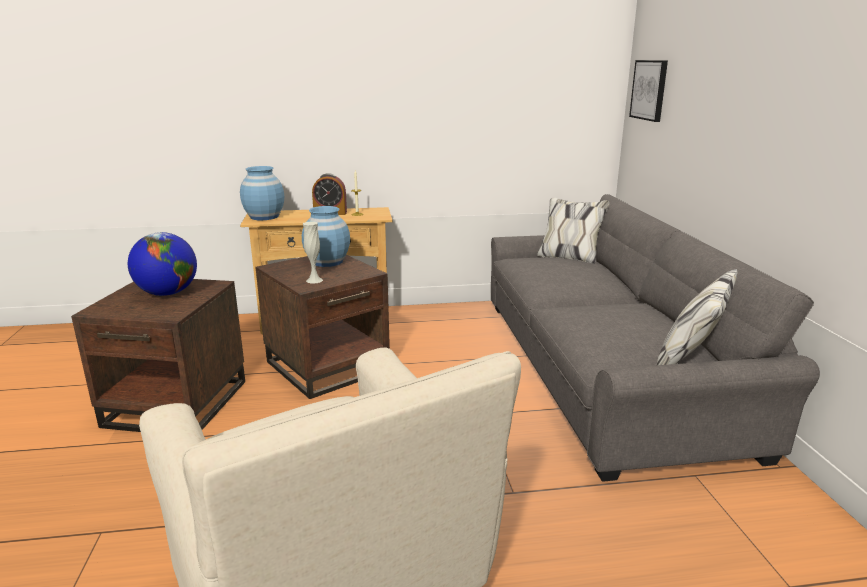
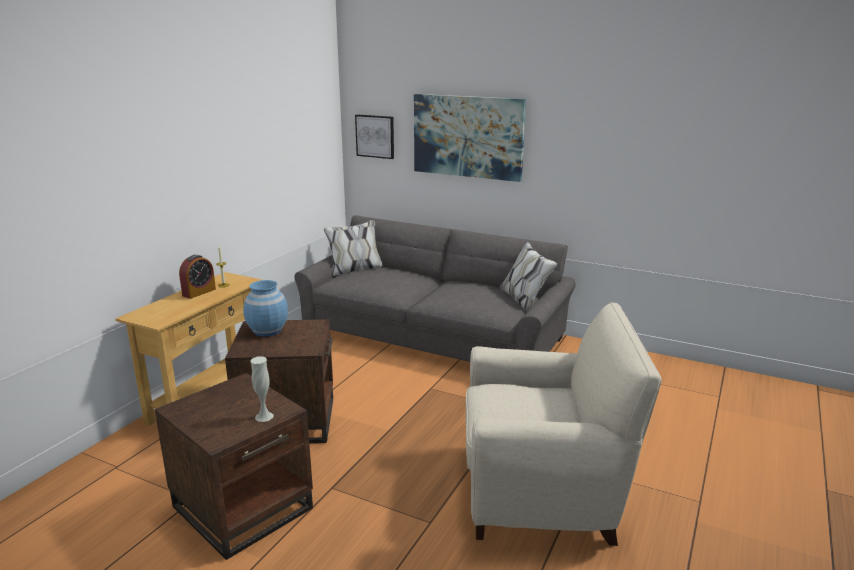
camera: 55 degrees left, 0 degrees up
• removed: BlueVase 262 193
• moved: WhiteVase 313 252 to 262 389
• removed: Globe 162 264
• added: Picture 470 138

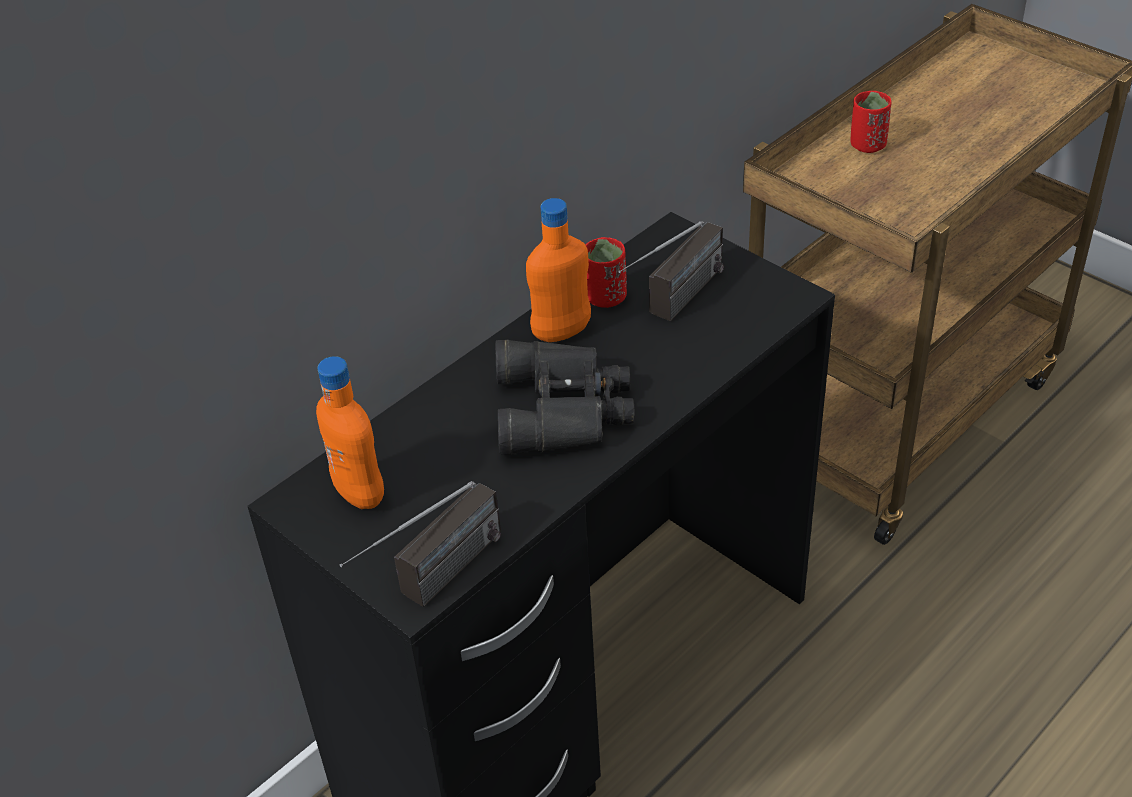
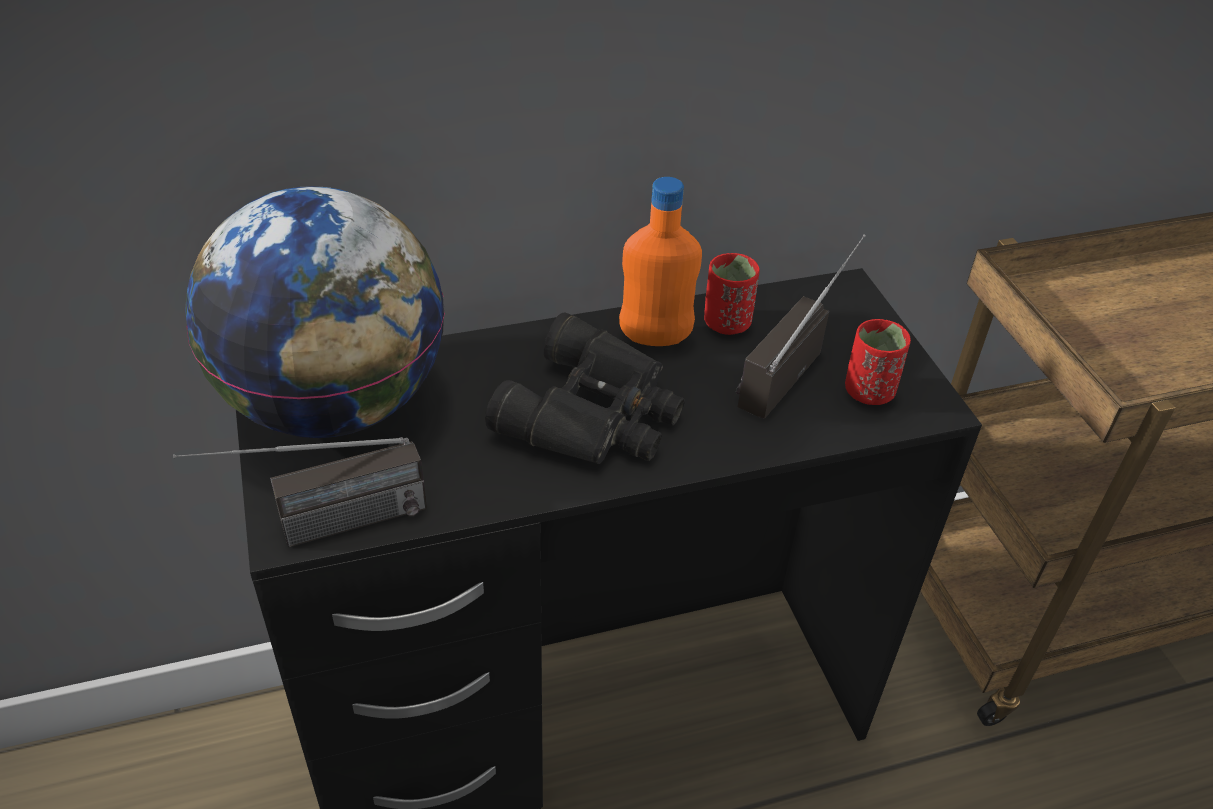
camera: 25 degrees right, 0 degrees up
• moved: RedCup 871 122 to 878 362
• turned: Radio 671 271 = 801 326 150 degrees clockwise
• replaced: OrangeBottle 350 432 to Globe 315 312

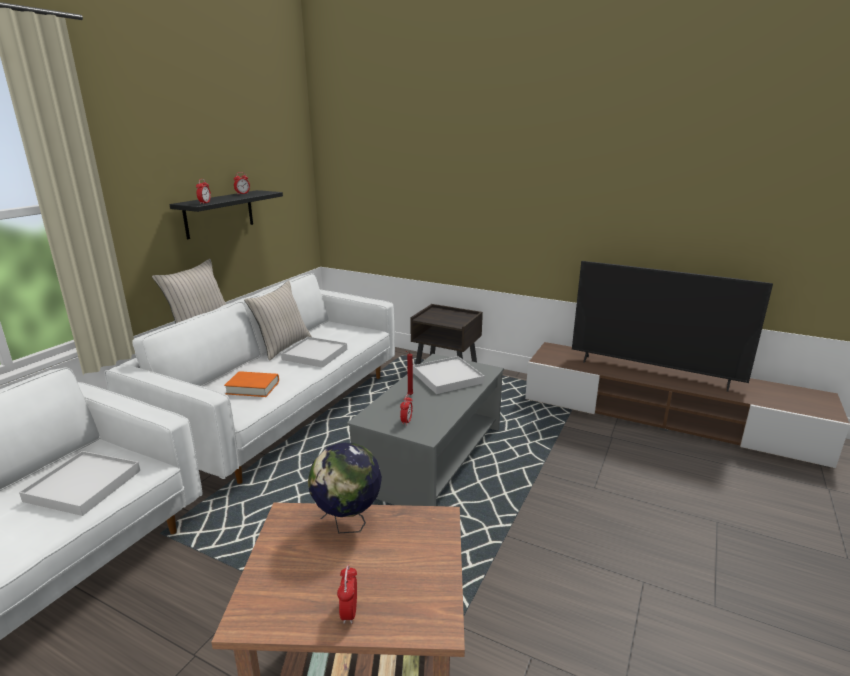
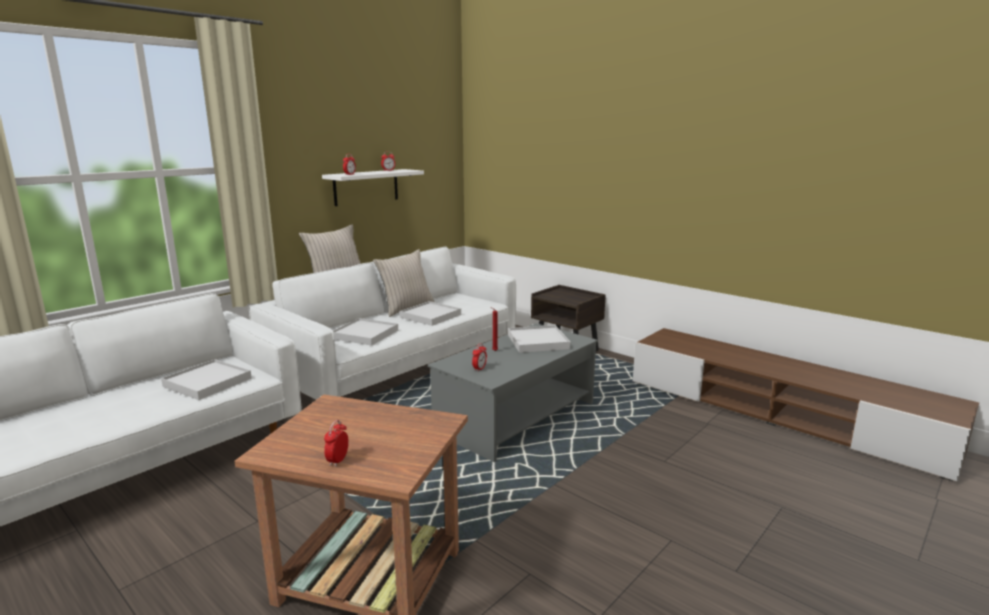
camera: 15 degrees right, 5 degrees down
• recoloured: BlackShelf 226 214 to WhiteShelf 373 187
• removed: Television 672 326
• replaced: OrangeBook 251 384 to WhiteTray 365 332
• removed: Globe 345 488

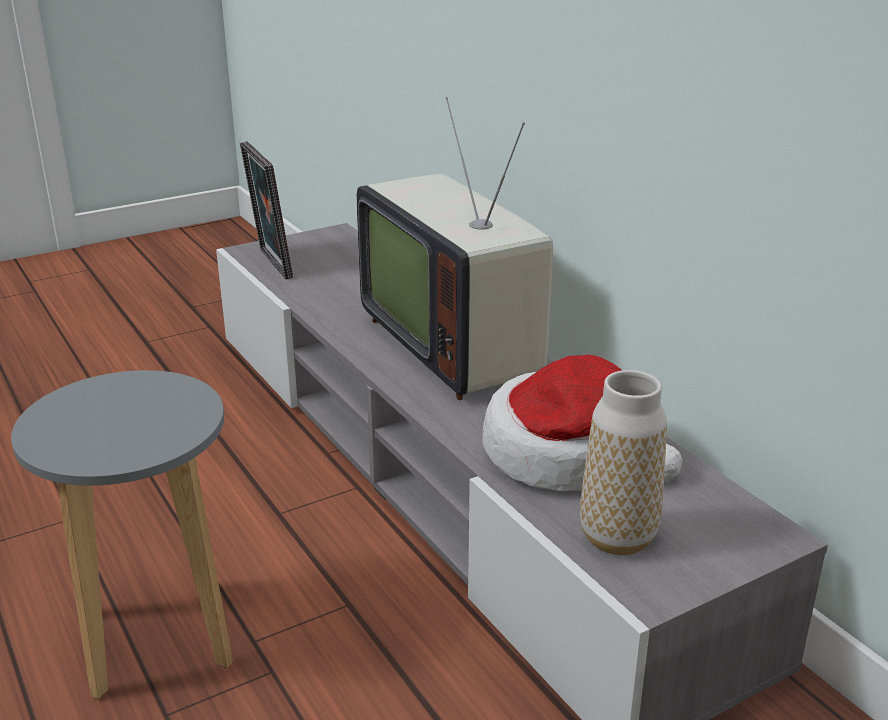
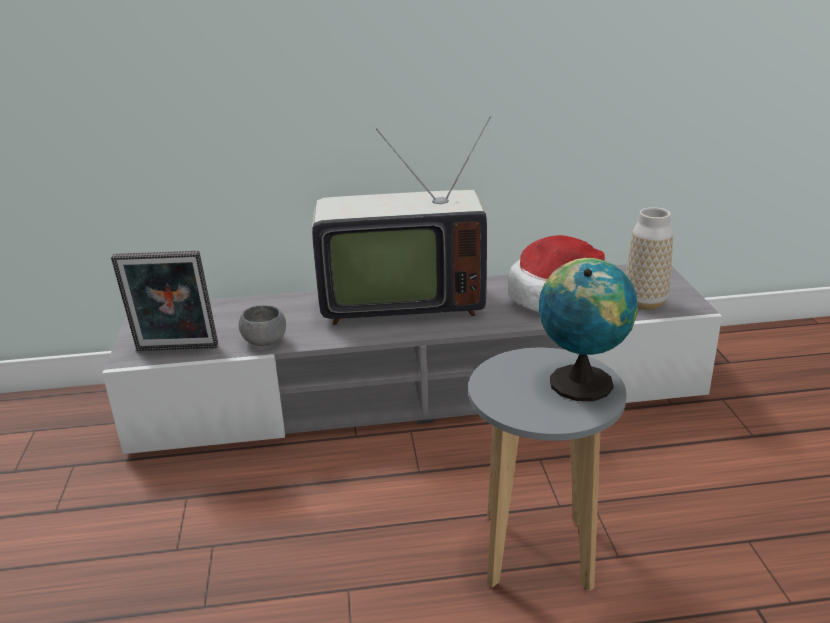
camera: 65 degrees left, 0 degrees up
• added: Globe 588 329
• added: GreyBowl 262 325

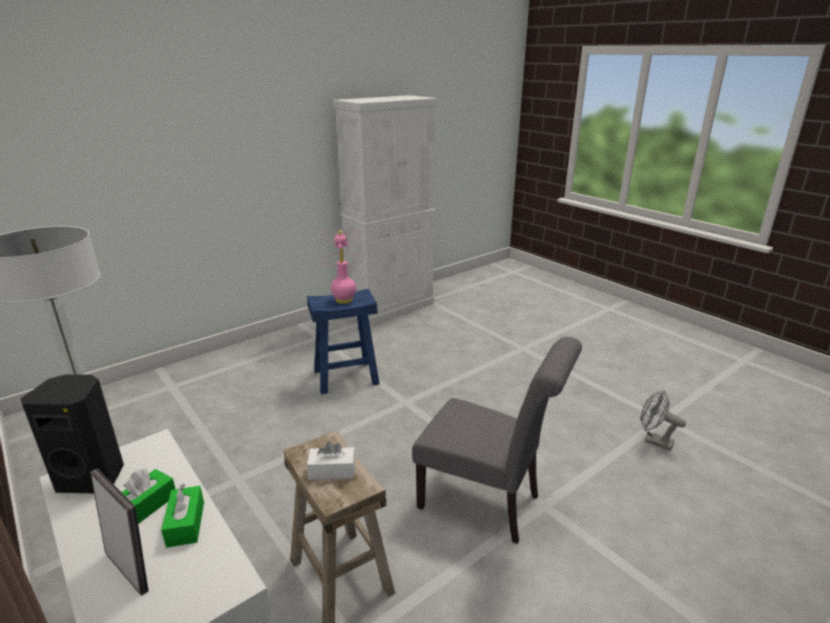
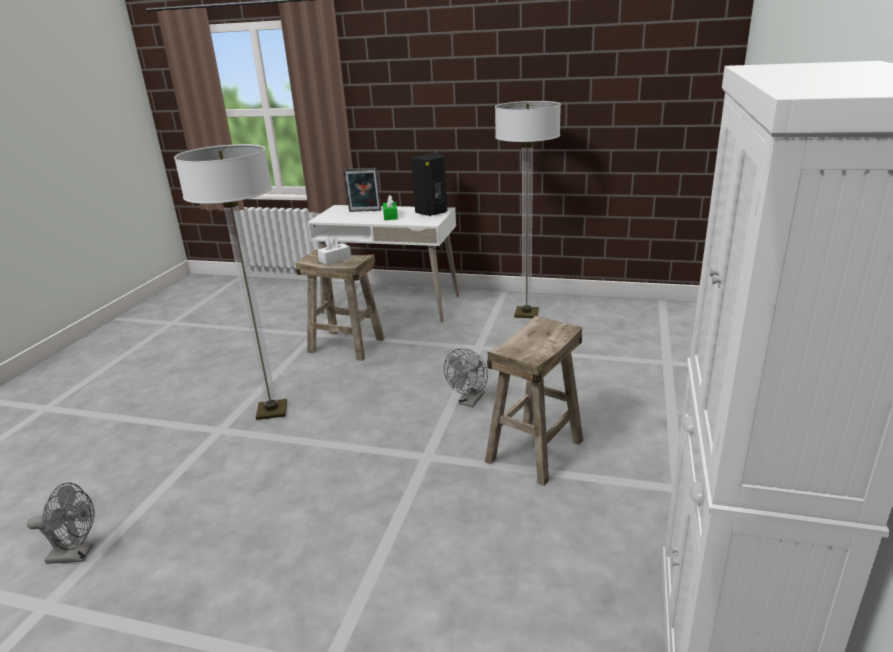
camera: 145 degrees right, 0 degrees up
• removed: PinkTableLamp 340 266
• recoloured: BlueStool 343 341 to BeigeStool 534 401
• replaced: GreyChair 497 440 to FloorLamp 230 282
• removed: GreenTissueBox 182 516
• added: GreyFan 466 377

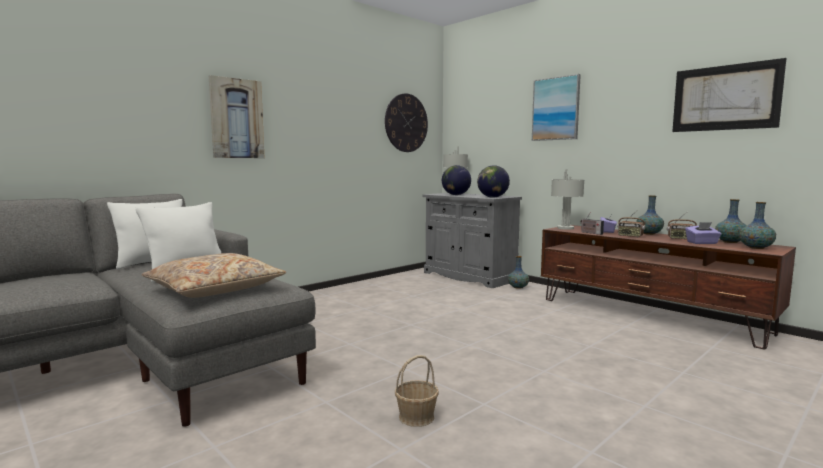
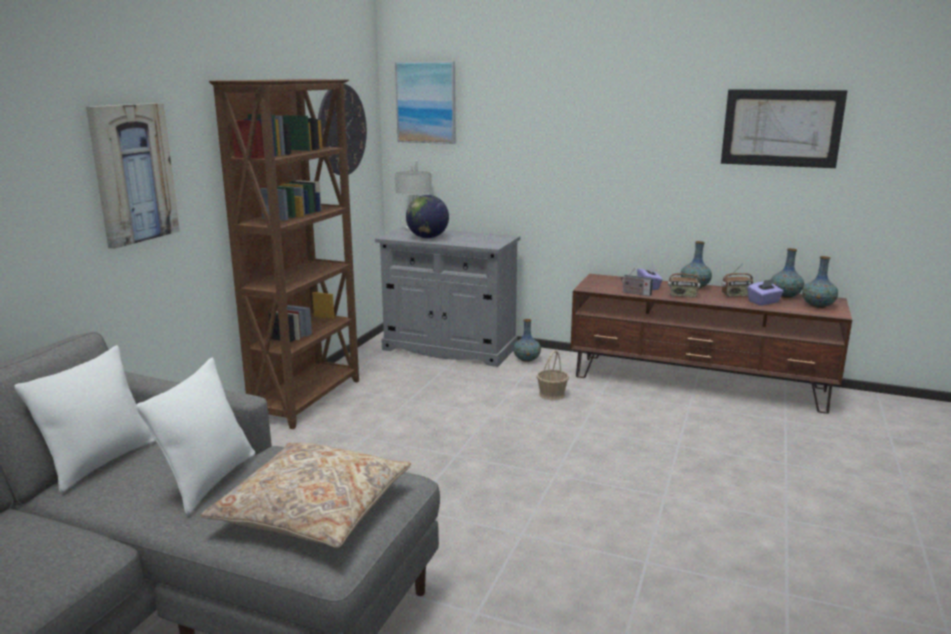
camera: 25 degrees left, 10 degrees up
• moved: Picture 556 107 to 425 103
• removed: Globe 493 181
• removed: GreyTableLamp 567 199
• moved: Basket 417 391 to 553 375
• added: BrownBookcase 284 254

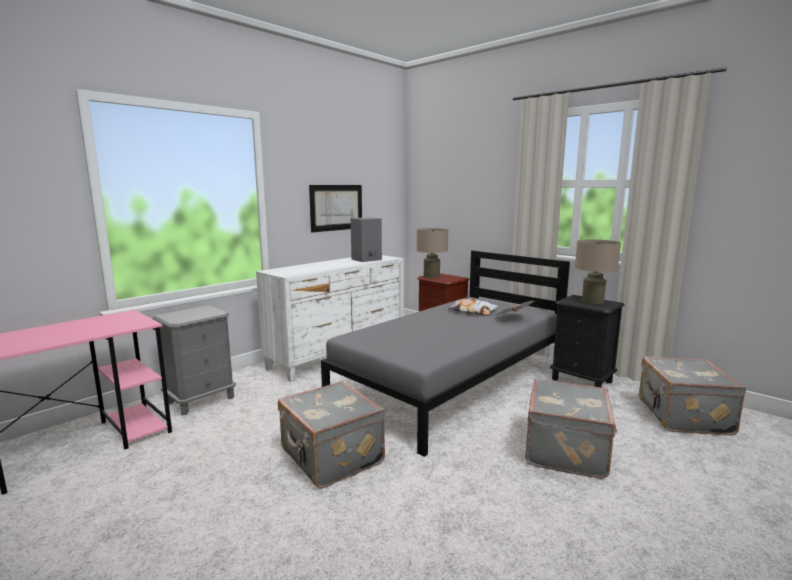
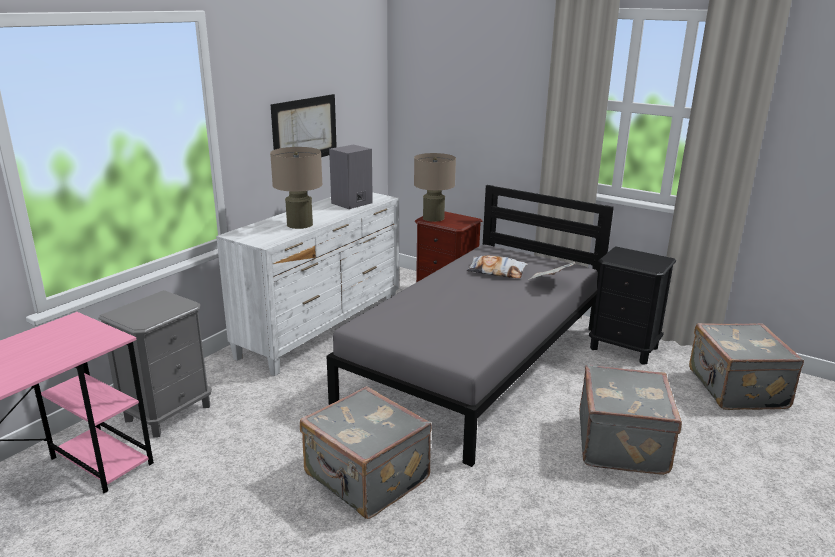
camera: 10 degrees left, 10 degrees up
• moved: BeigeTableLamp 598 272 to 296 188

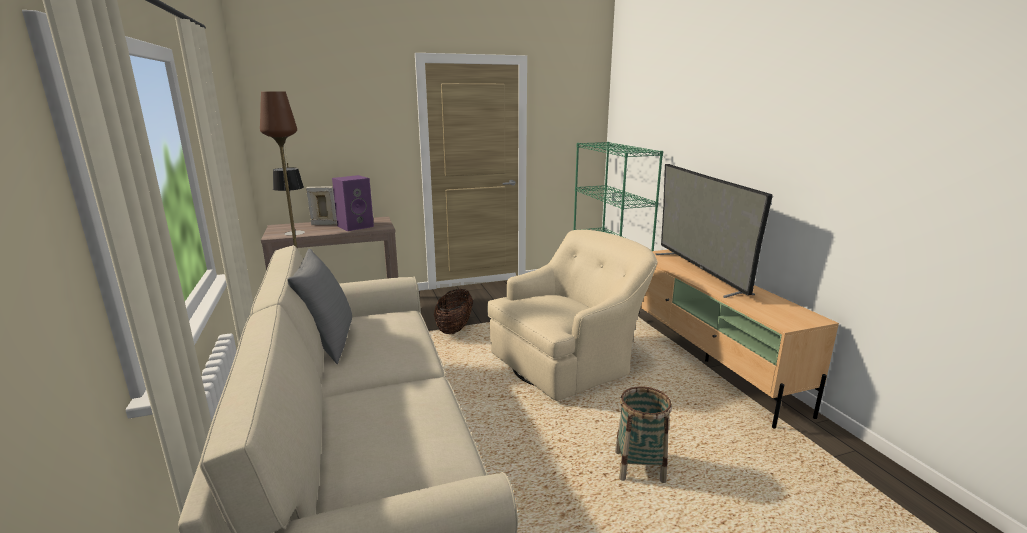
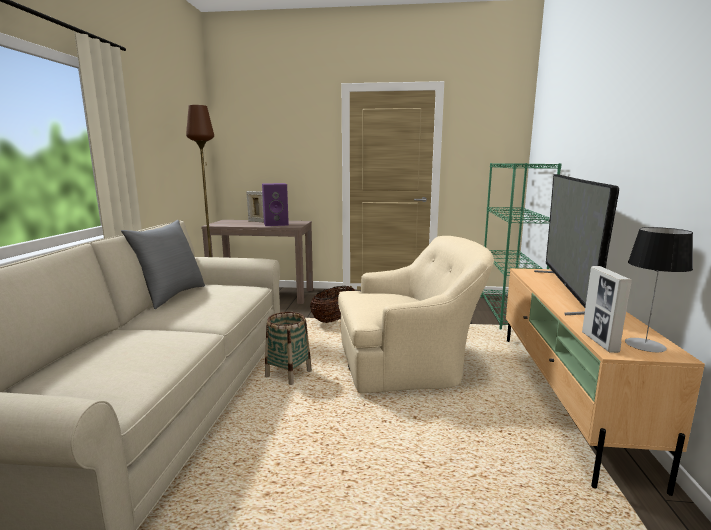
camera: 25 degrees right, 5 degrees down
• moved: TableLamp 289 201 to 659 290
• moved: Basket 643 434 to 288 348
• added: PictureFrame 607 309

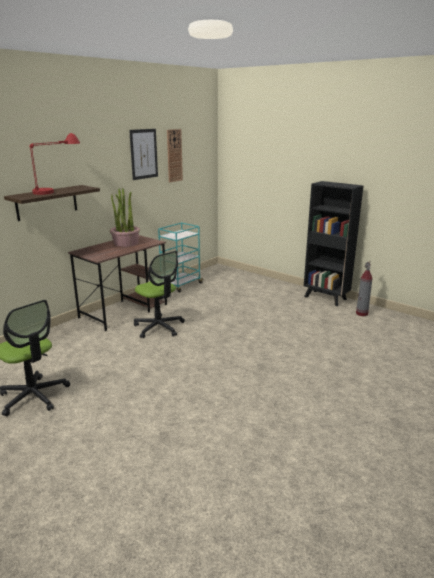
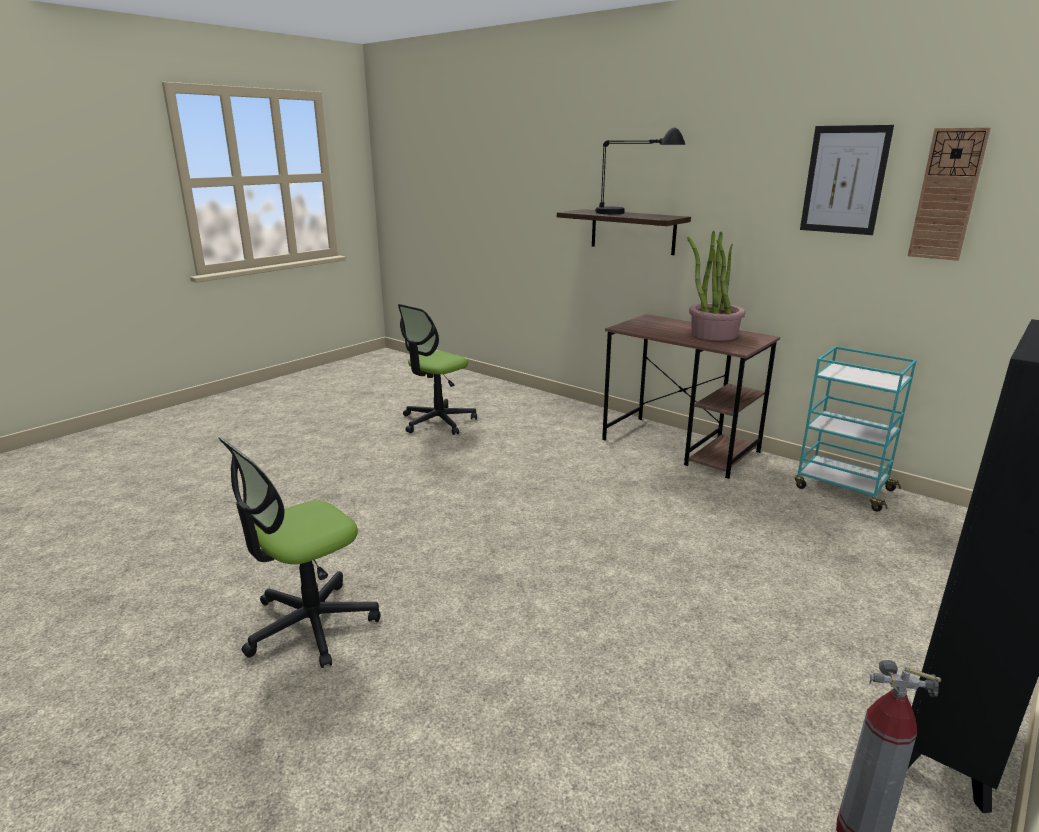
camera: 90 degrees right, 0 degrees up
• recoloured: RedTableLamp 54 164 to BlackTableLamp 640 171
• moved: OfficeChair 159 294 to 299 552

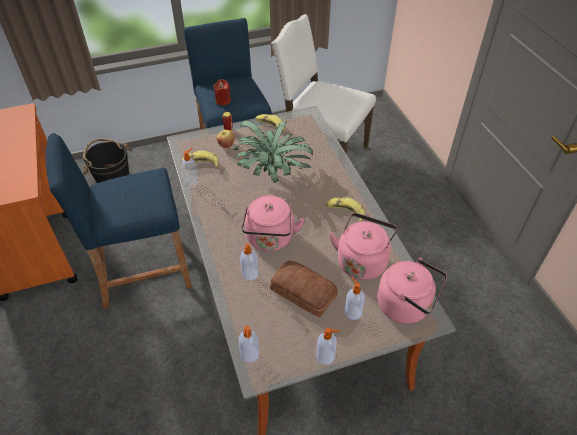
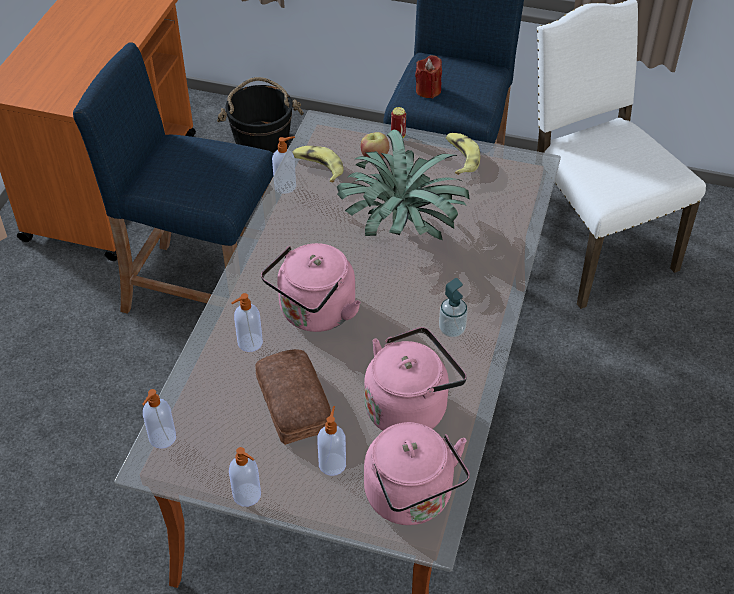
camera: 35 degrees right, 0 degrees up
• replaced: Banana 345 209 to SoapDispenser 453 307

